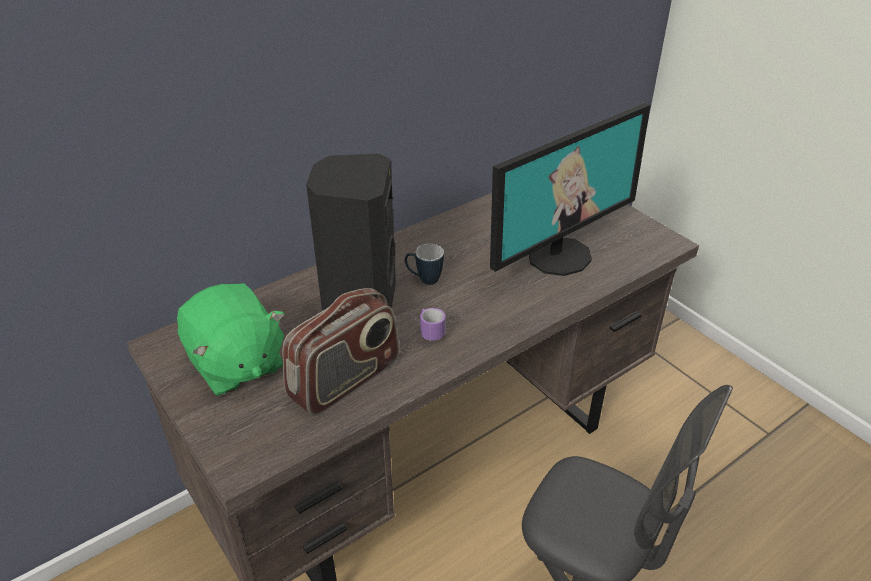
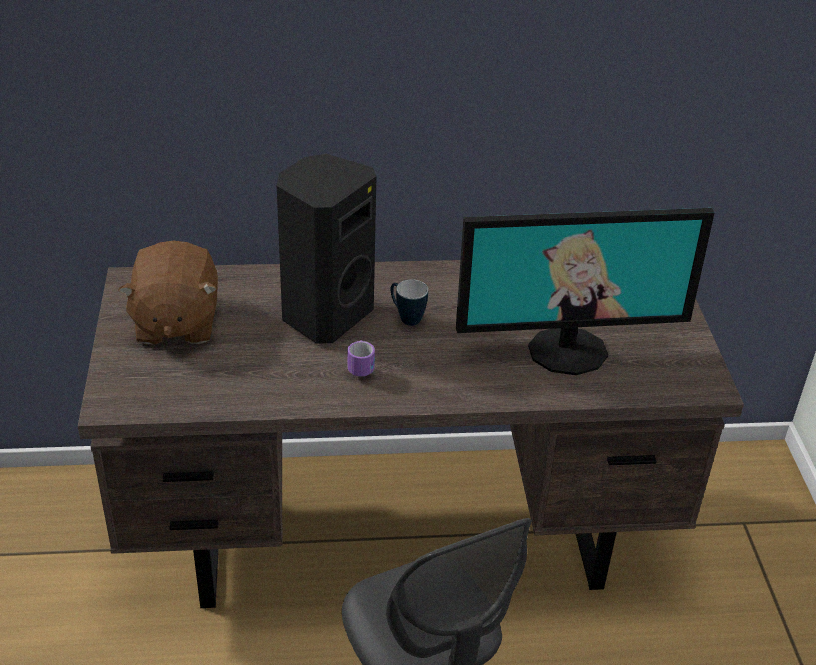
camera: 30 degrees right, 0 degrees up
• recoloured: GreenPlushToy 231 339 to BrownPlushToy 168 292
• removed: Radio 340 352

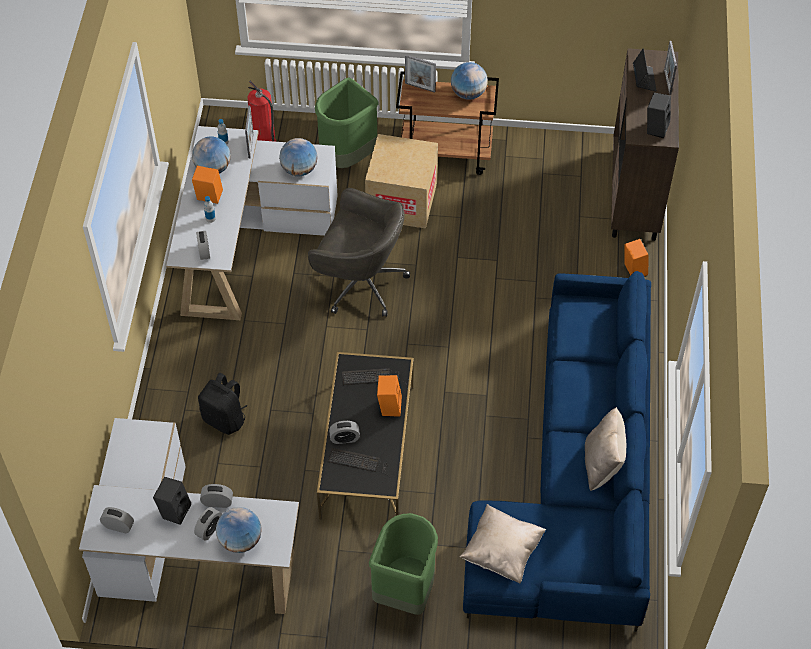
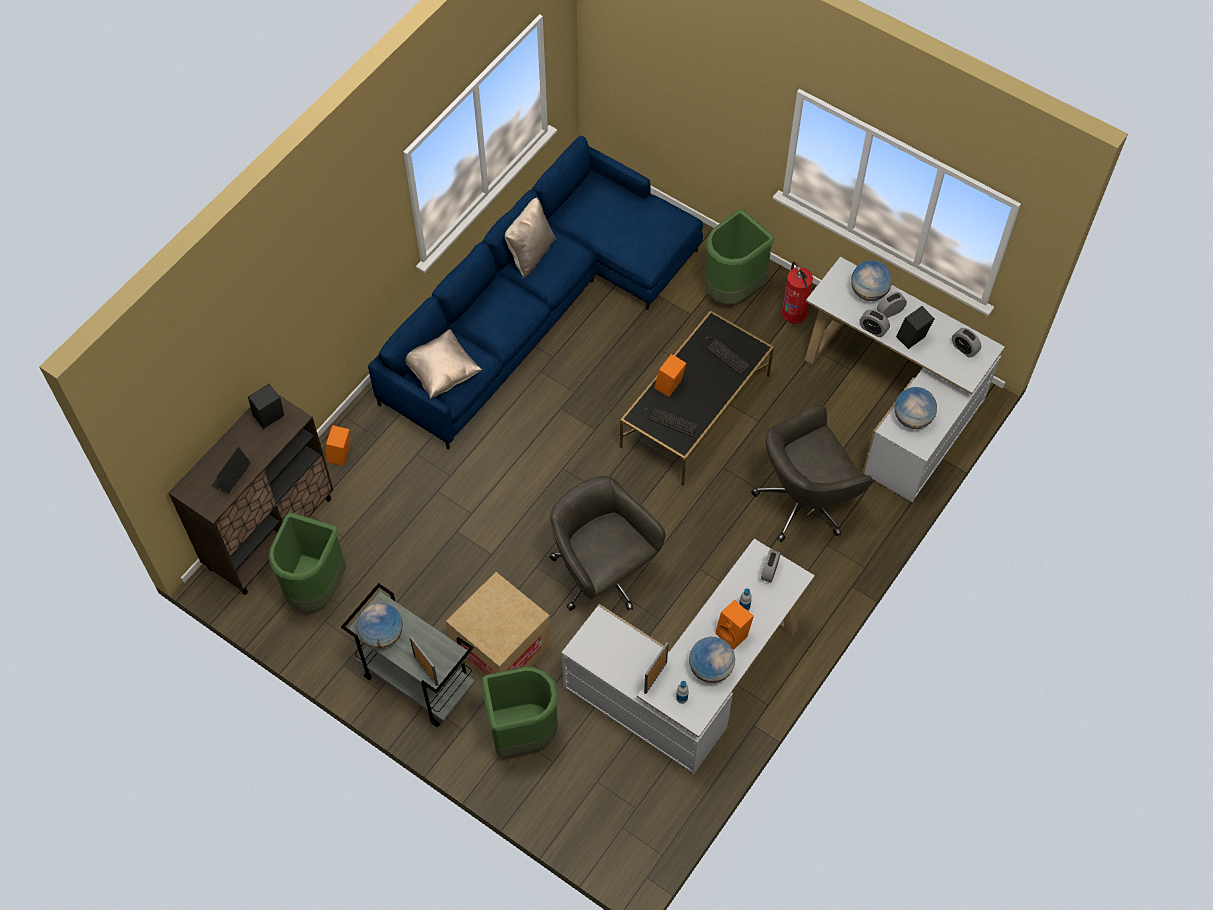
camera: 150 degrees left, 5 degrees up
• removed: PictureFrame 670 68
• recoloured: BrownCart 447 123 to GreyCart 408 655
• moved: FireExtinguisher 261 111 to 797 292
• moved: Globe 298 157 to 916 408
• replaced: BlackBackpack 222 404 to GreyOfficeChair 811 473
• removed: AlarmClock 344 432
• moved: BeigePillow 503 543 to 444 364
• added: GreenTrashCan 307 562

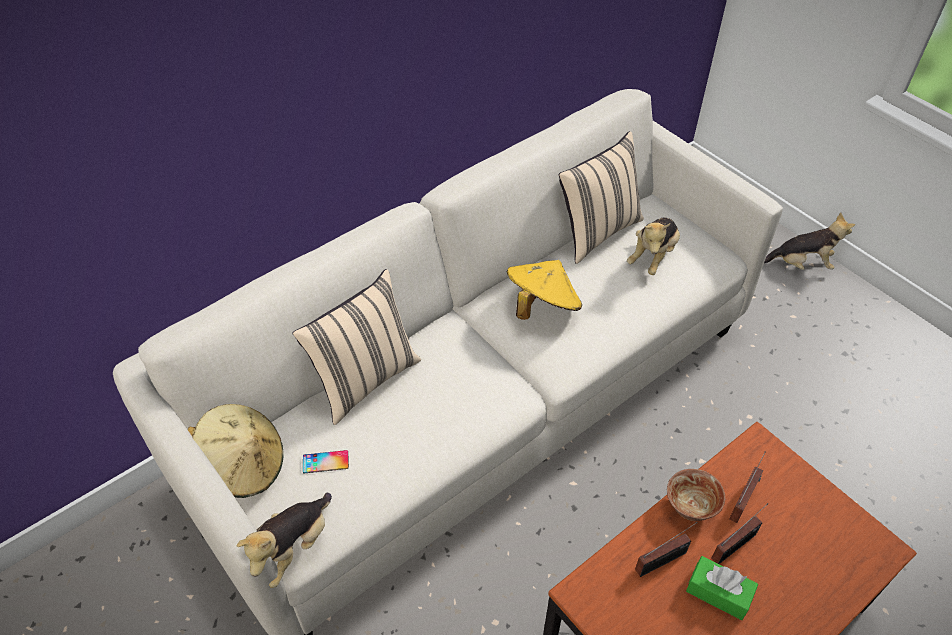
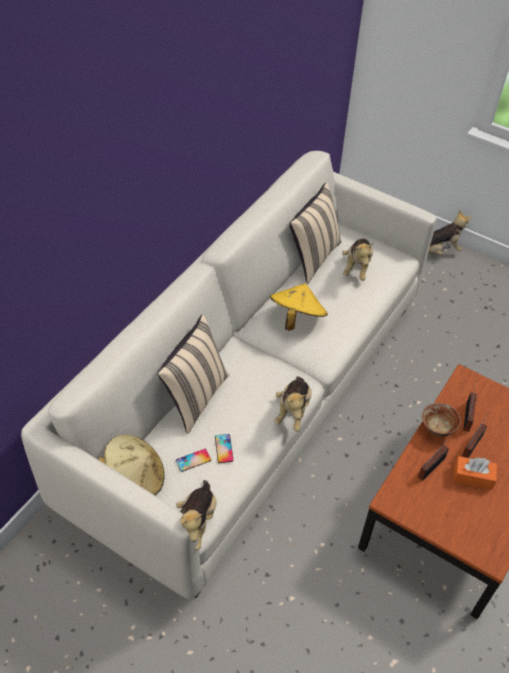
camera: 20 degrees left, 0 degrees up
• recoloured: GreenTissueBox 722 588 to OrangeTissueBox 475 473
• added: PlushToy 293 404
• added: Phone 224 448

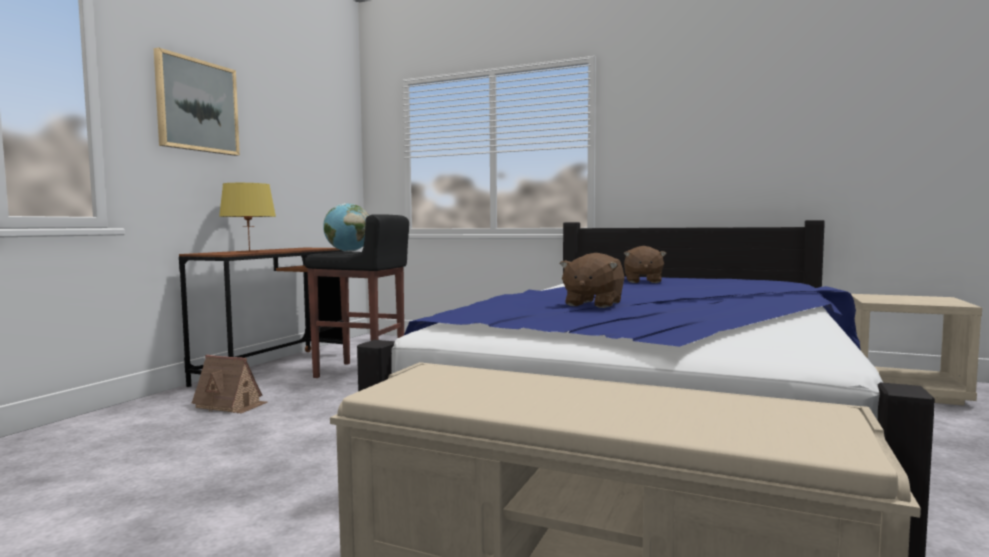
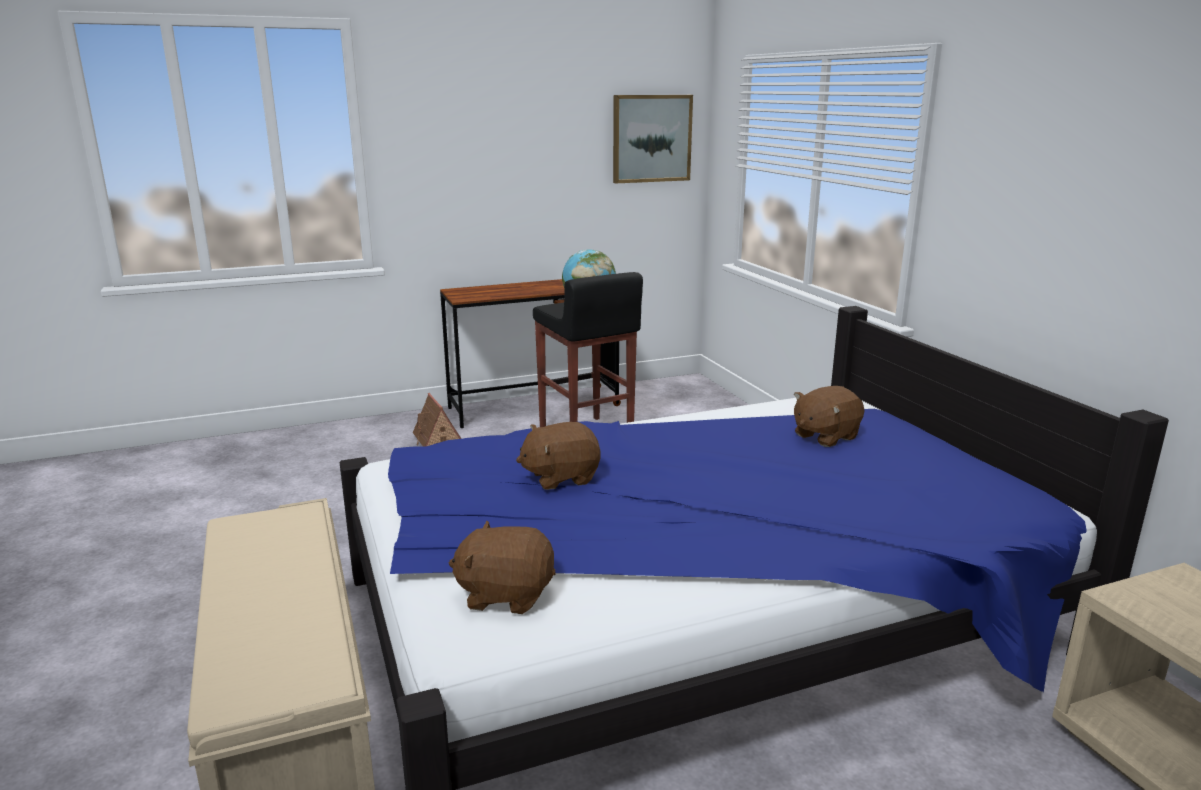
camera: 45 degrees right, 15 degrees up
• moved: Picture 197 101 to 653 139
• removed: YellowTableLamp 247 217
• added: BrownPlushToy 502 567

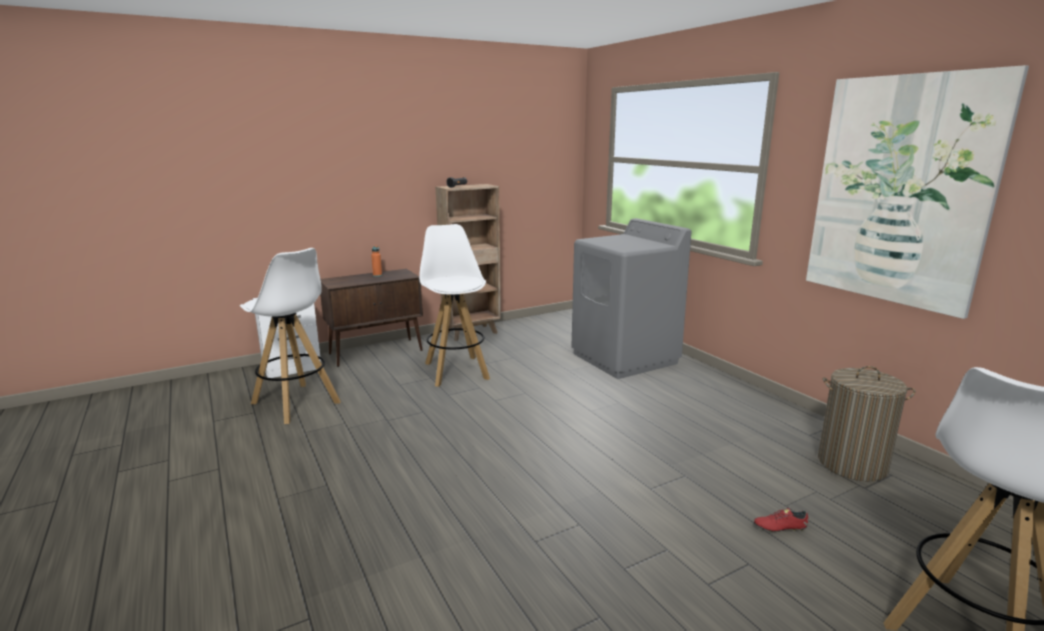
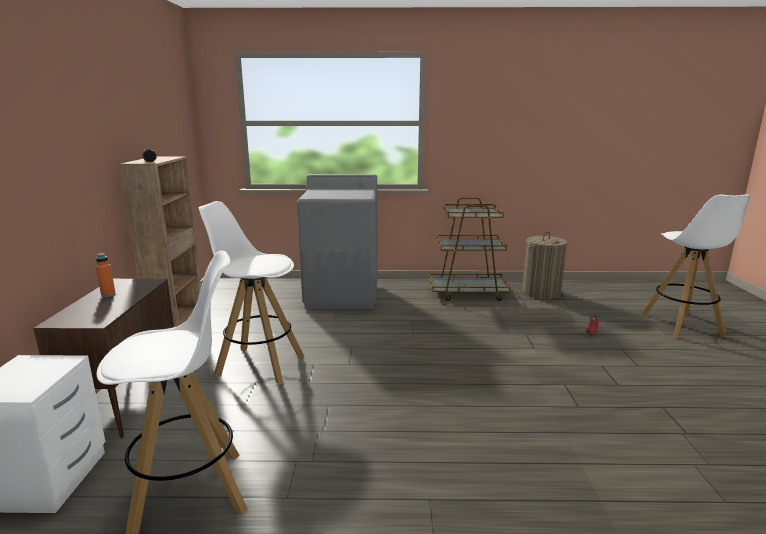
camera: 60 degrees left, 0 degrees up
• removed: Picture 917 192
• added: BrownCart 470 249

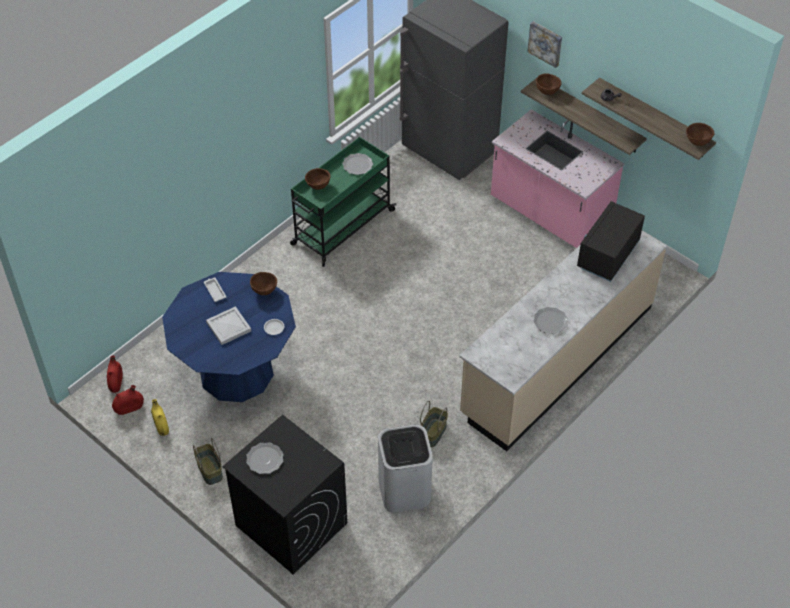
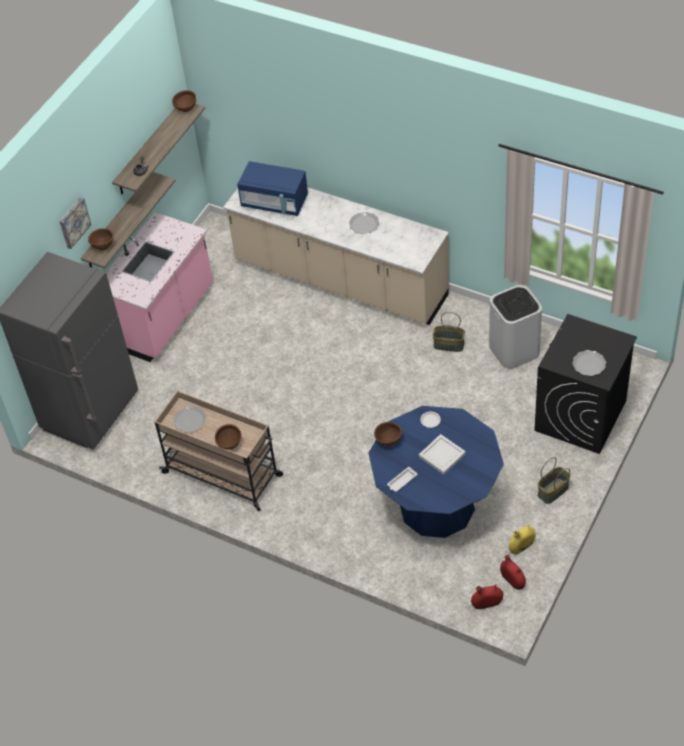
camera: 100 degrees left, 0 degrees up
• recoloured: GreenCart 343 202 to BeigeCart 218 451
• recoloured: BlackMicrowave 611 241 to BlueMicrowave 272 188

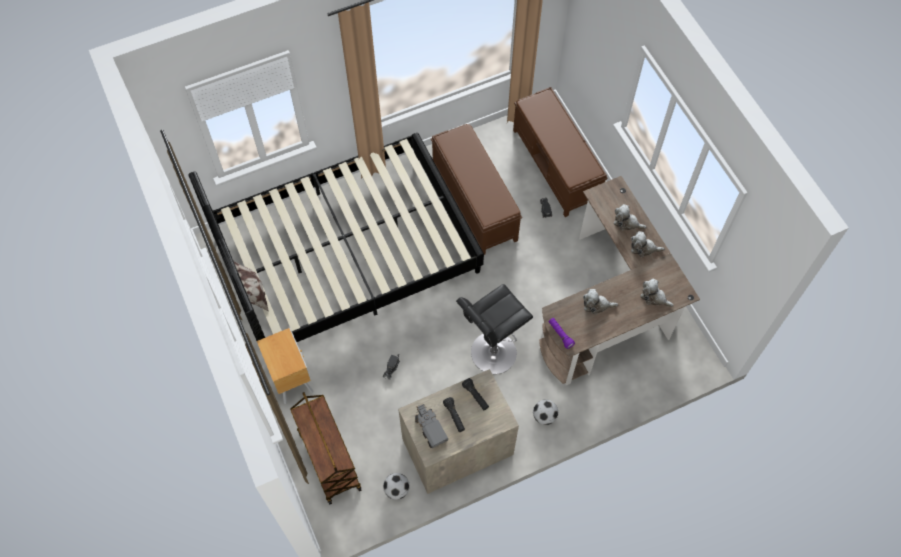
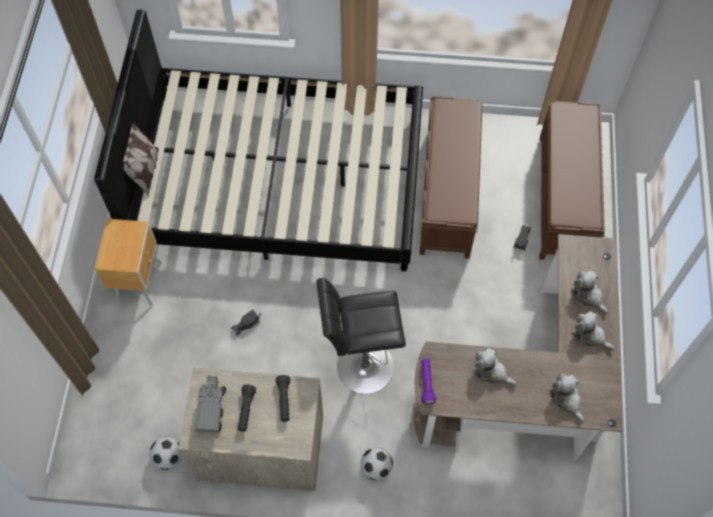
camera: 30 degrees right, 0 degrees up
• removed: BrownCart 325 448

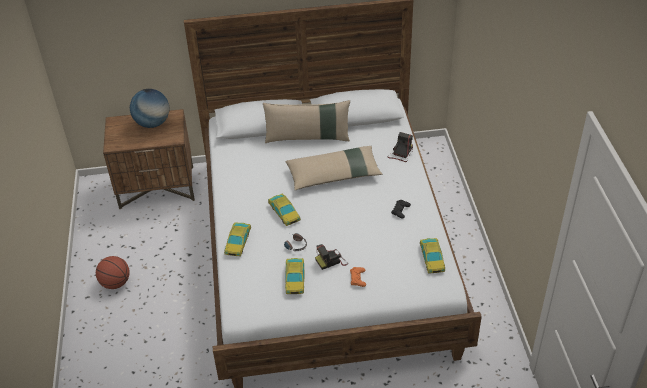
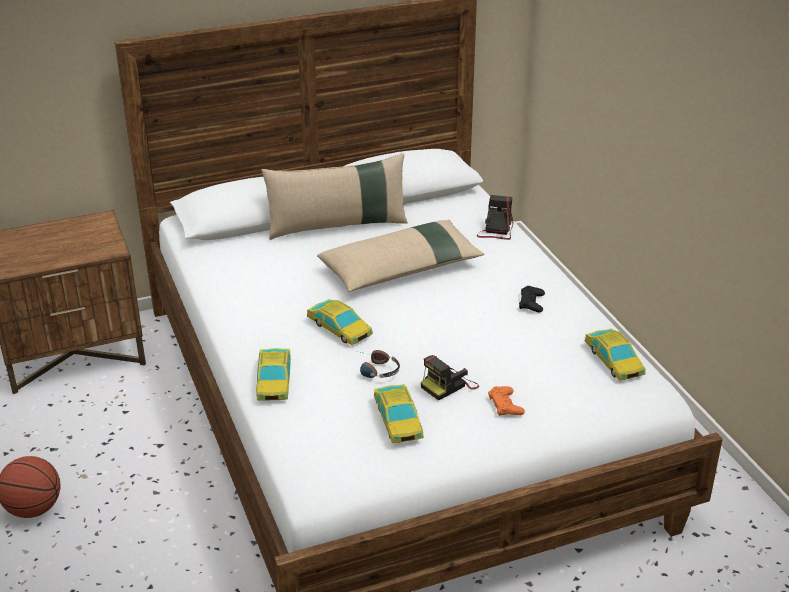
camera: 15 degrees left, 10 degrees down
• removed: Globe 150 108

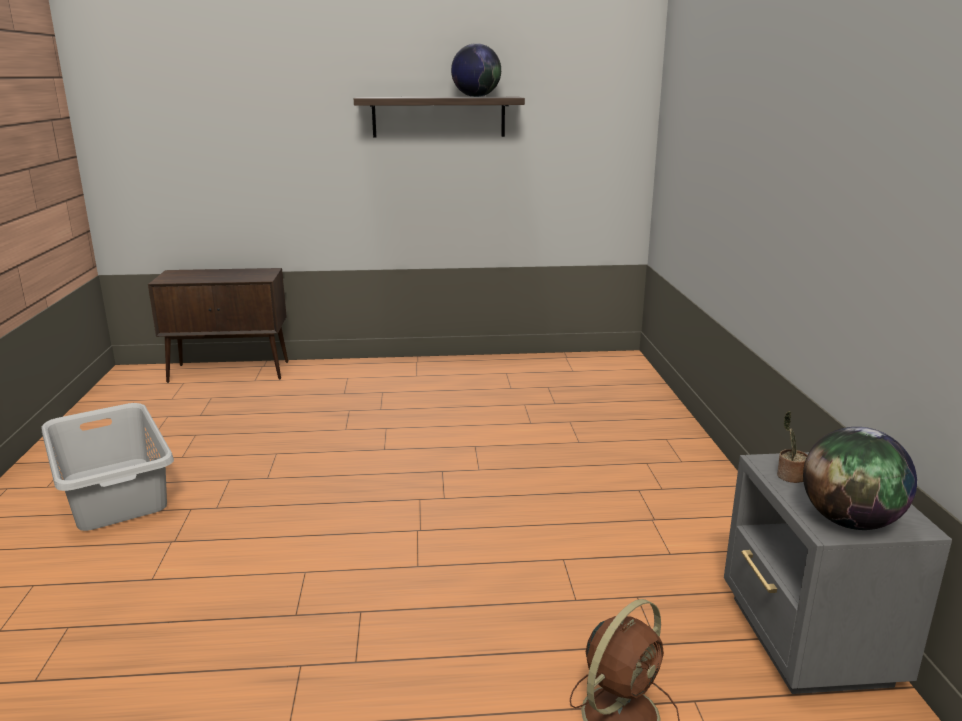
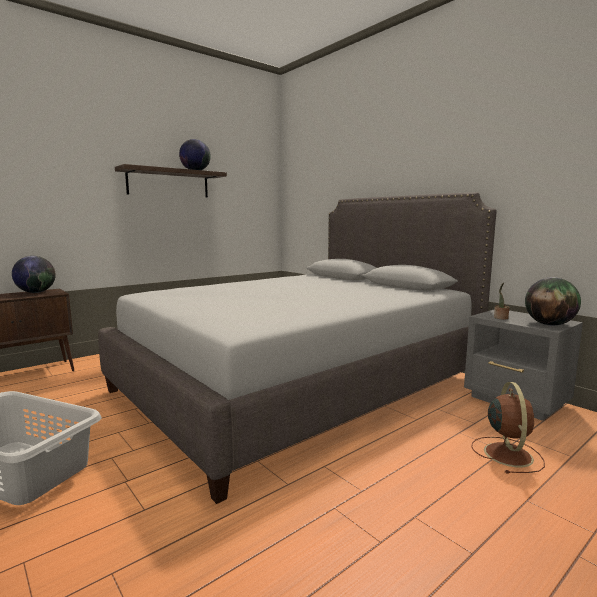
camera: 35 degrees left, 10 degrees down
• added: GreyBed 297 348
• added: Globe 34 274

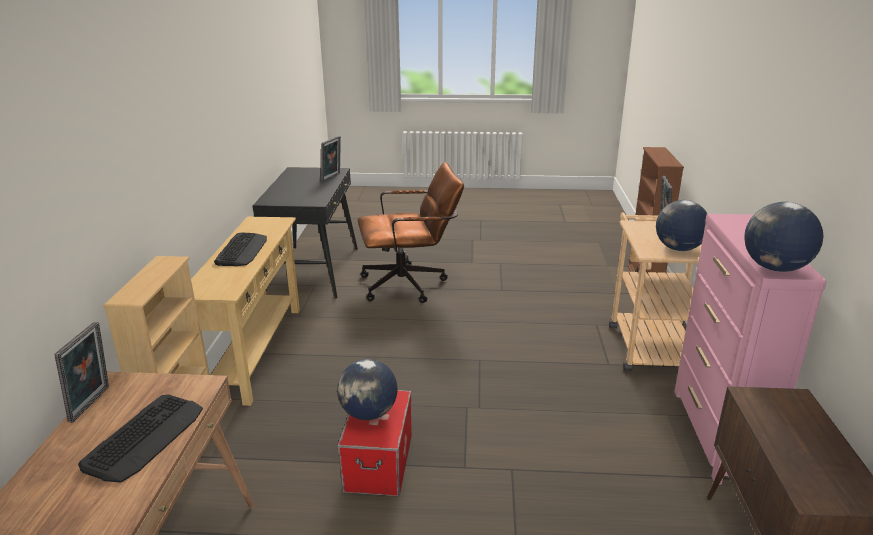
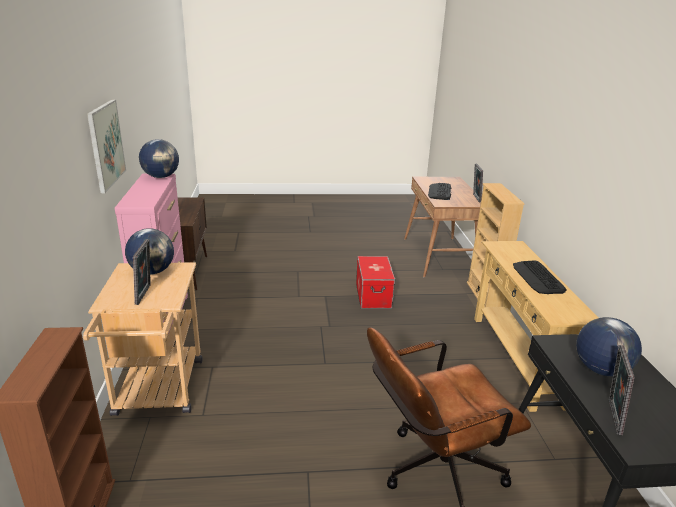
camera: 170 degrees right, 0 degrees up
• moved: Globe 367 389 to 609 346
• added: Picture 106 146

